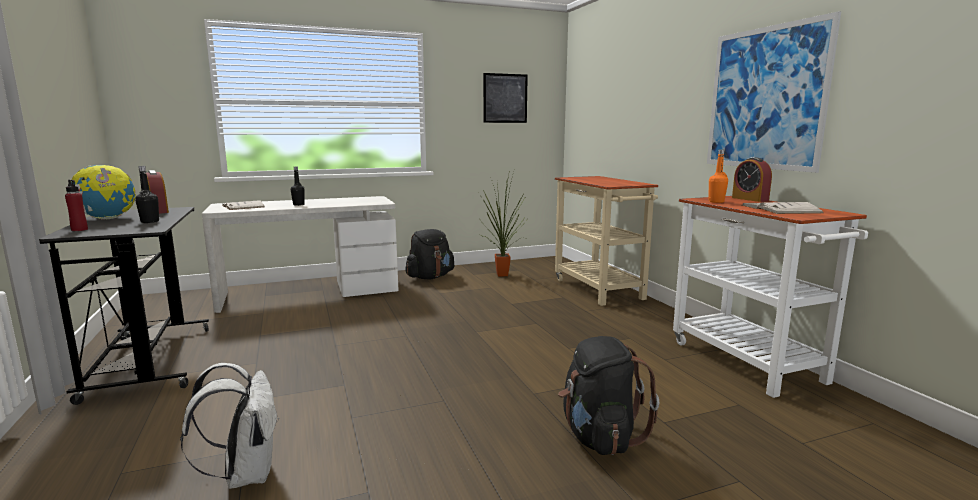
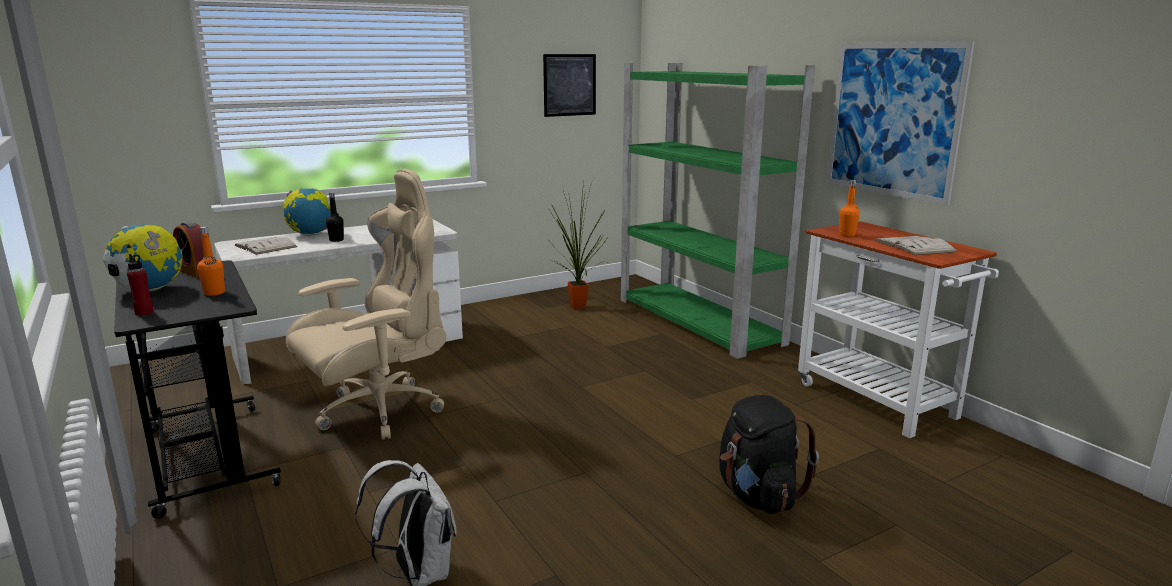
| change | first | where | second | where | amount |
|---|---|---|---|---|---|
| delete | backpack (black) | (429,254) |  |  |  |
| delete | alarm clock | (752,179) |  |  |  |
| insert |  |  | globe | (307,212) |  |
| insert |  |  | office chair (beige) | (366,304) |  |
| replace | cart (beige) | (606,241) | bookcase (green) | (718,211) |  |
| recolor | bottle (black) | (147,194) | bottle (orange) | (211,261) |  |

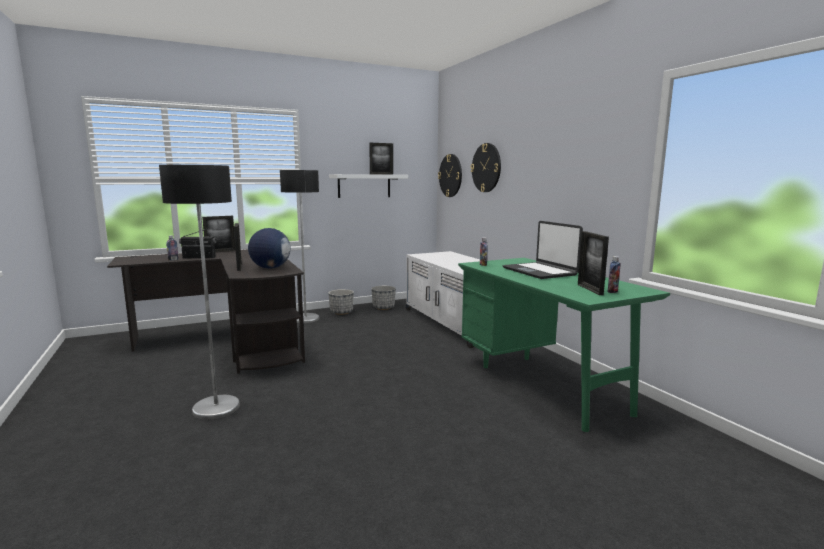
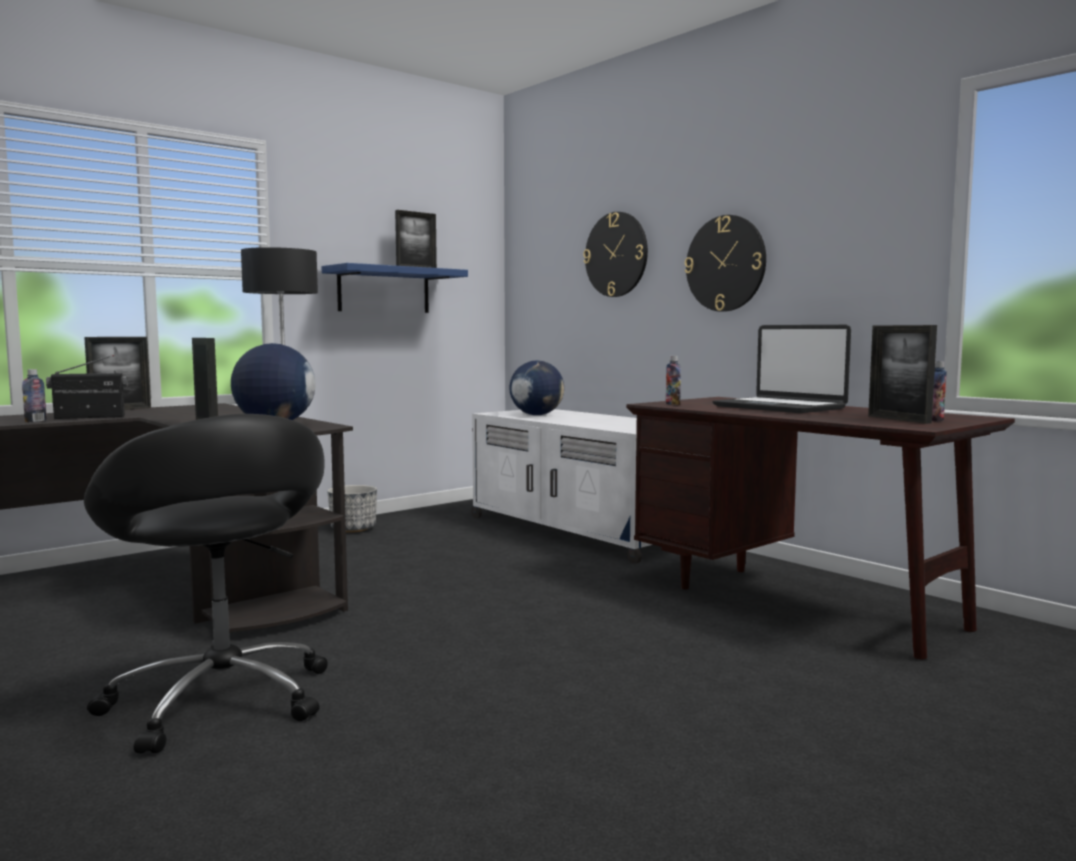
| change | first | where | second | where | amount |
|---|---|---|---|---|---|
| delete | planter | (383,298) |  |  |  |
| insert |  |  | globe | (536,387) |  |
| move | wall clock | (450,175) |  | (725,263) |  |
| replace | floor lamp | (199,292) | office chair (black) | (206,583) |  |
| recolor | shelf (white) | (368,186) | shelf (blue) | (395,288) |  |
| recolor | desk (green) | (564,345) | desk (brown) | (820,528) |  |

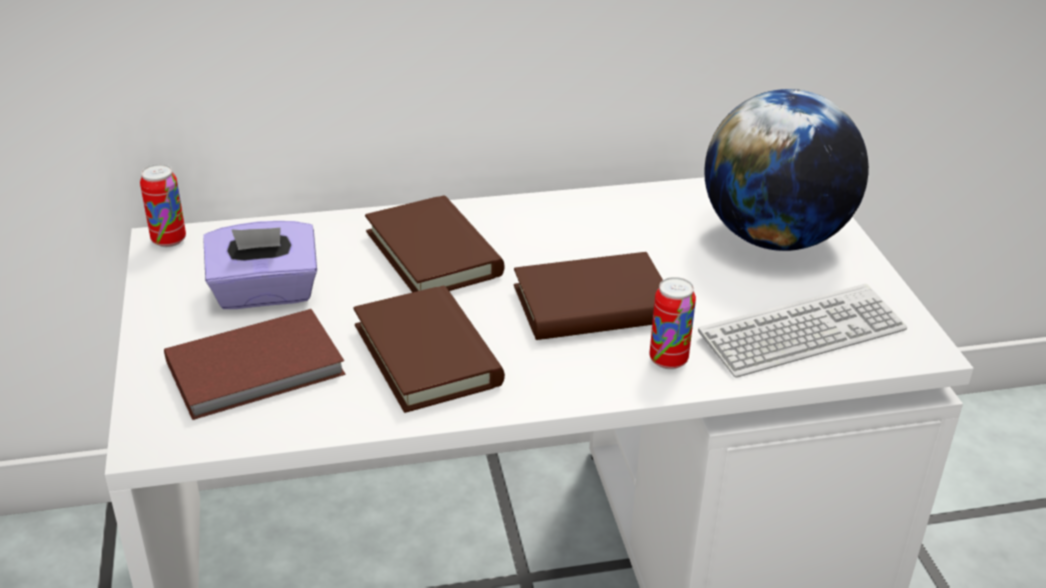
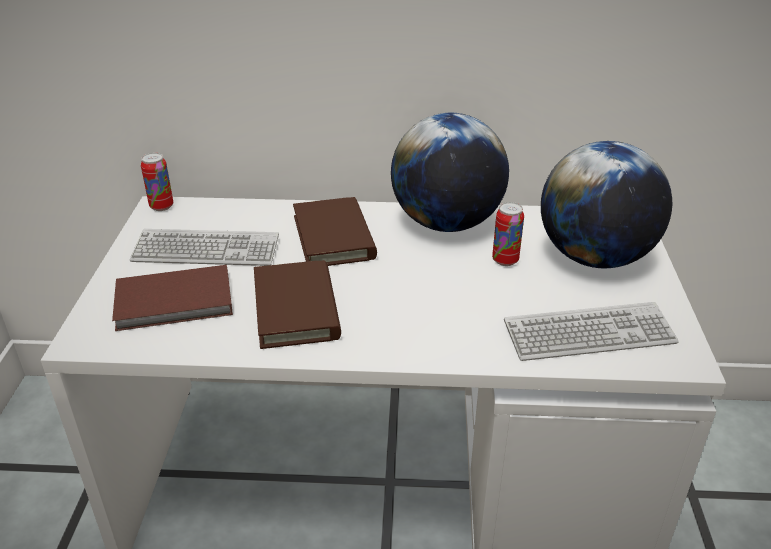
| change | first | where | second | where | amount |
|---|---|---|---|---|---|
| delete | book (brown) | (588,296) |  |  |  |
| insert |  |  | globe | (450,172) |  |
| move | can | (672,323) |  | (508,234) |  |
| replace | tissue box (purple) | (260,265) | keyboard | (204,247) |  |

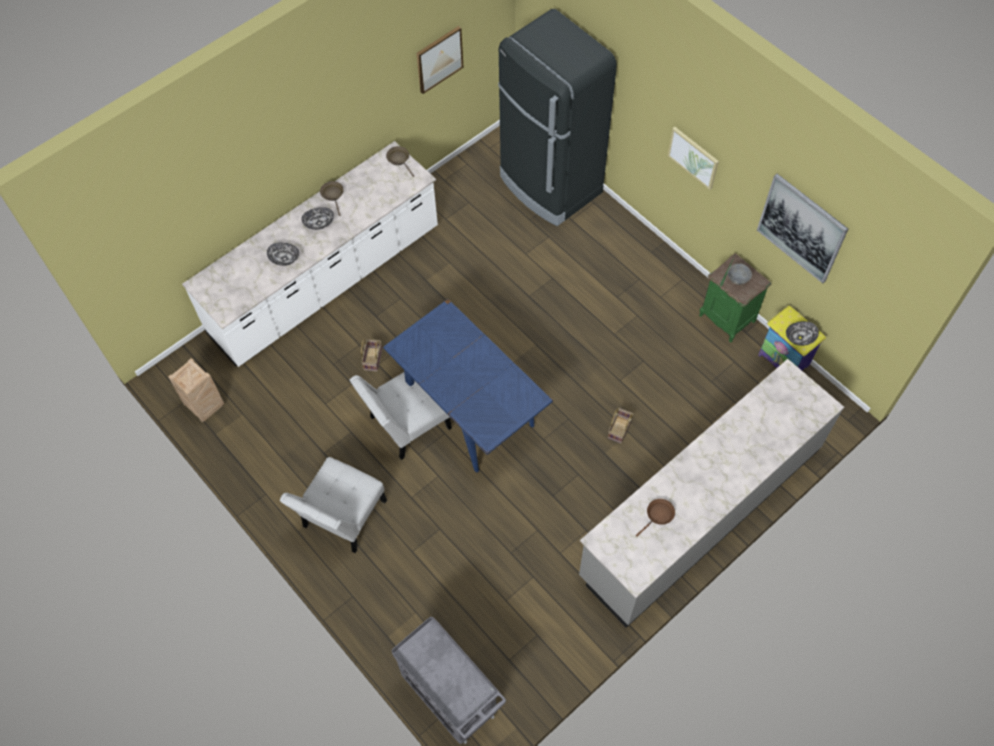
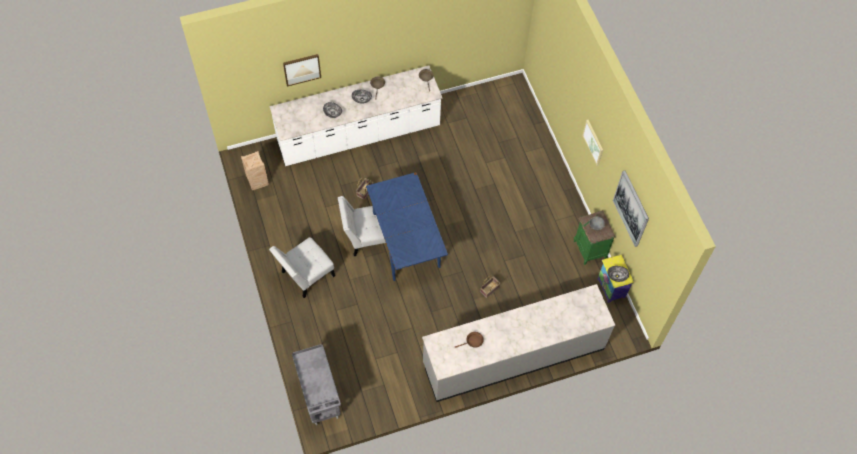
| change | first | where | second | where | amount |
|---|---|---|---|---|---|
| delete | fridge (black) | (557,117) |  |  |  |
| move | picture | (439,60) |  | (302,70) |  |

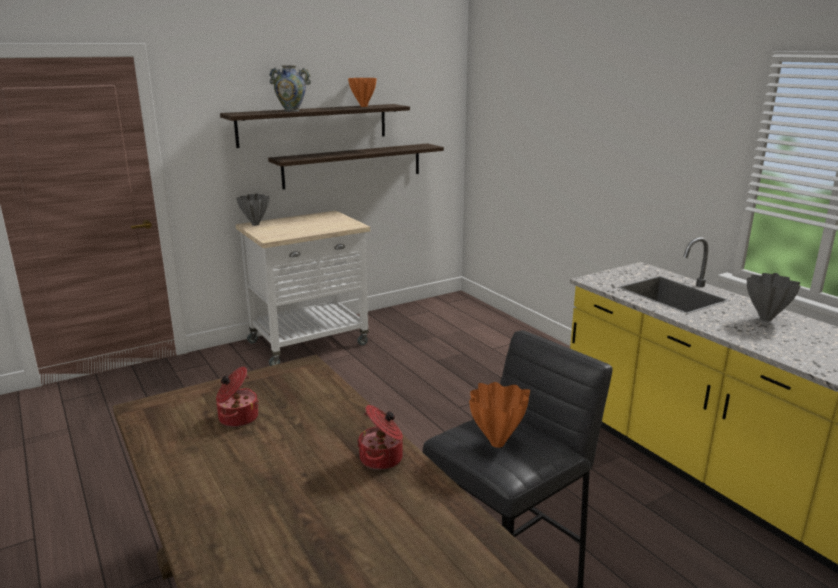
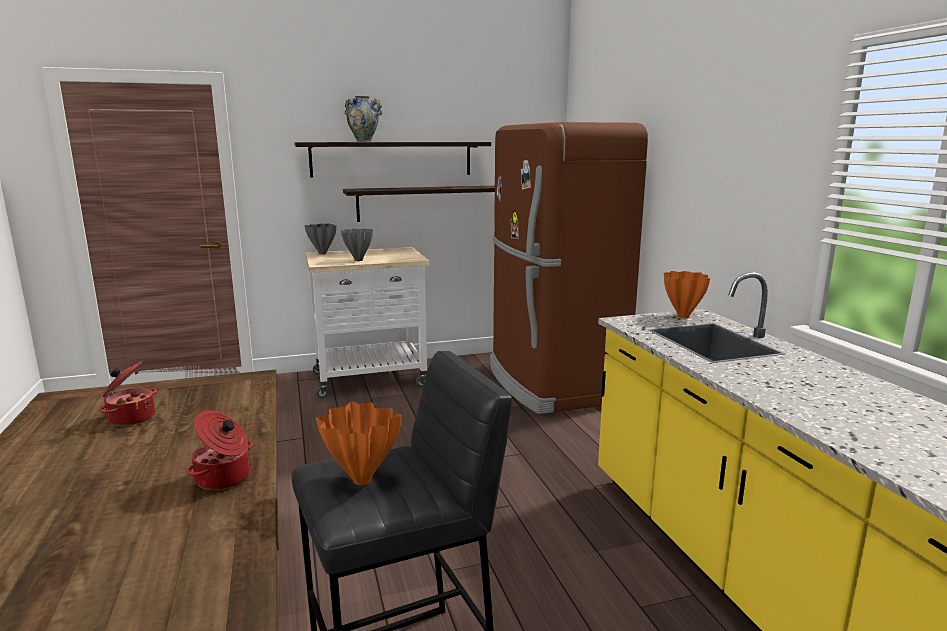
| change | first | where | second | where | amount |
|---|---|---|---|---|---|
| insert |  |  | fridge (brown) | (569,268) |  |
| move | vase (orange) | (362,92) |  | (687,294) |  |
| move | vase (grey) | (773,297) |  | (357,245) |  |

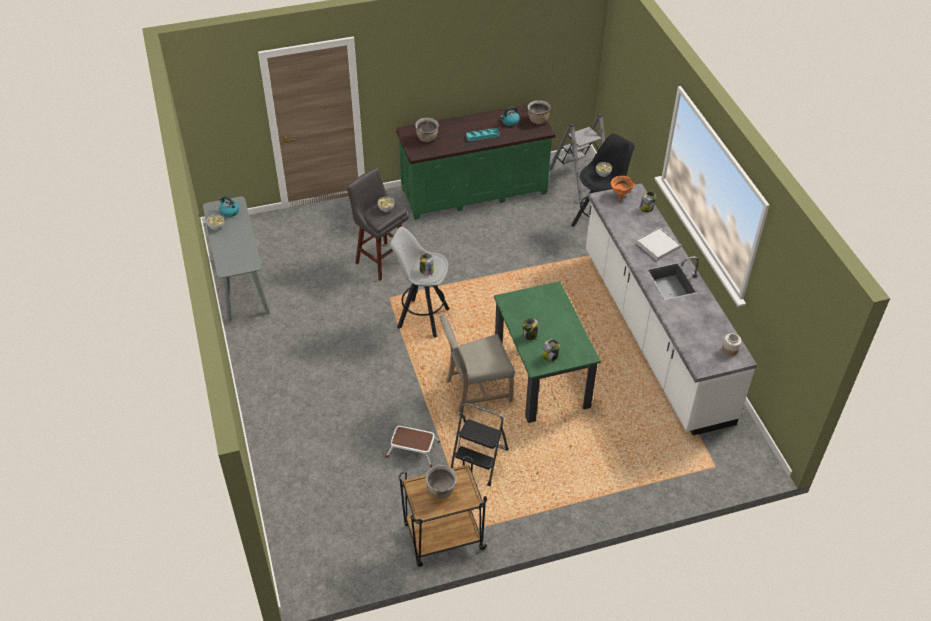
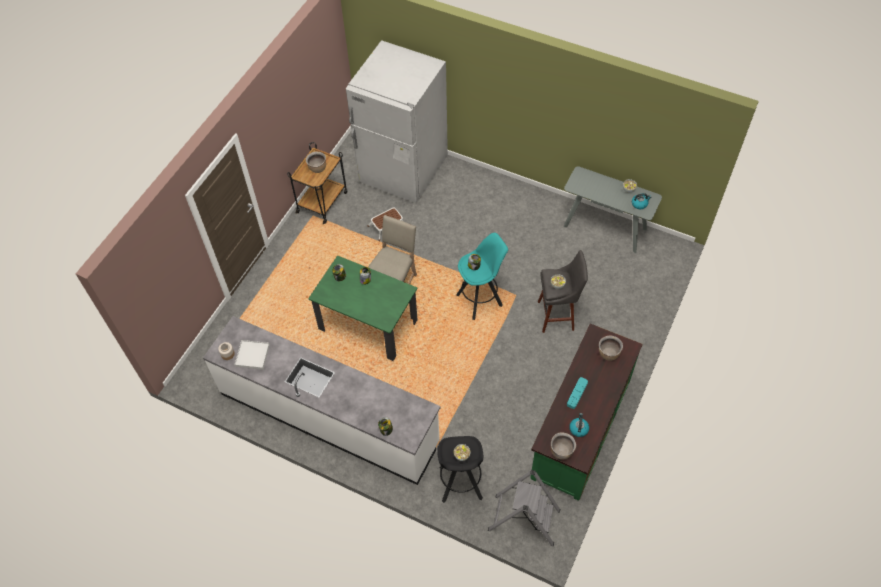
| change | first | where | second | where | amount |
|---|---|---|---|---|---|
| delete | step ladder (black) | (479,444) |  |  |  |
| delete | cooking pot (orange) | (623,189) |  |  |  |
| insert |  |  | fridge (white) | (397,121) |  |
| move | tray (white) | (658,244) |  | (252,355) |  |
| recolor | stool (grey) | (419,282) | stool (turquoise) | (482,276) |  |

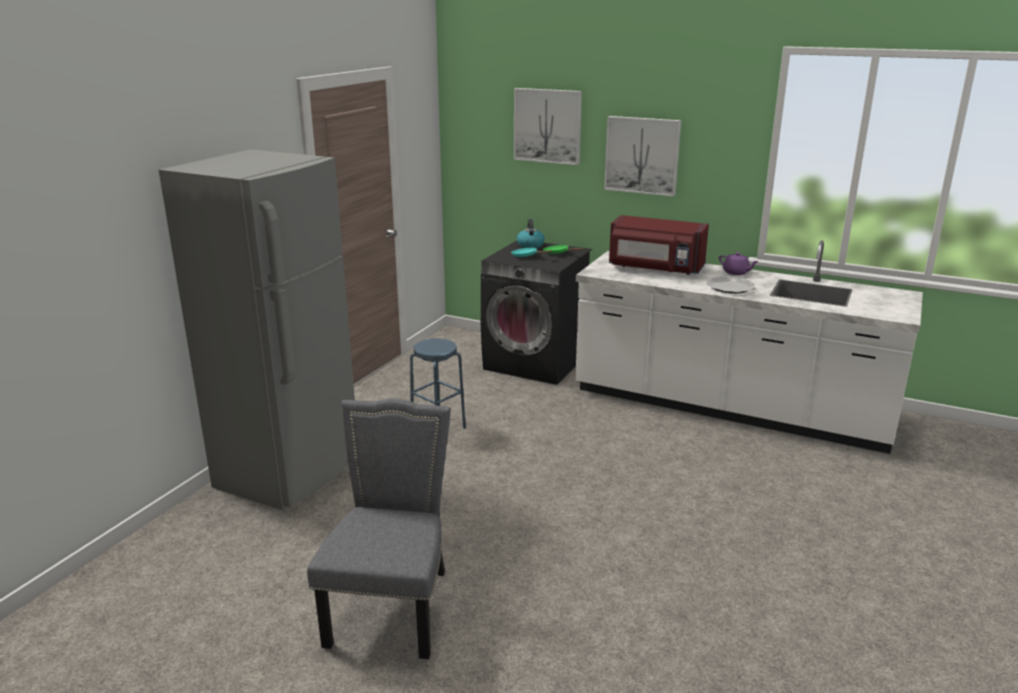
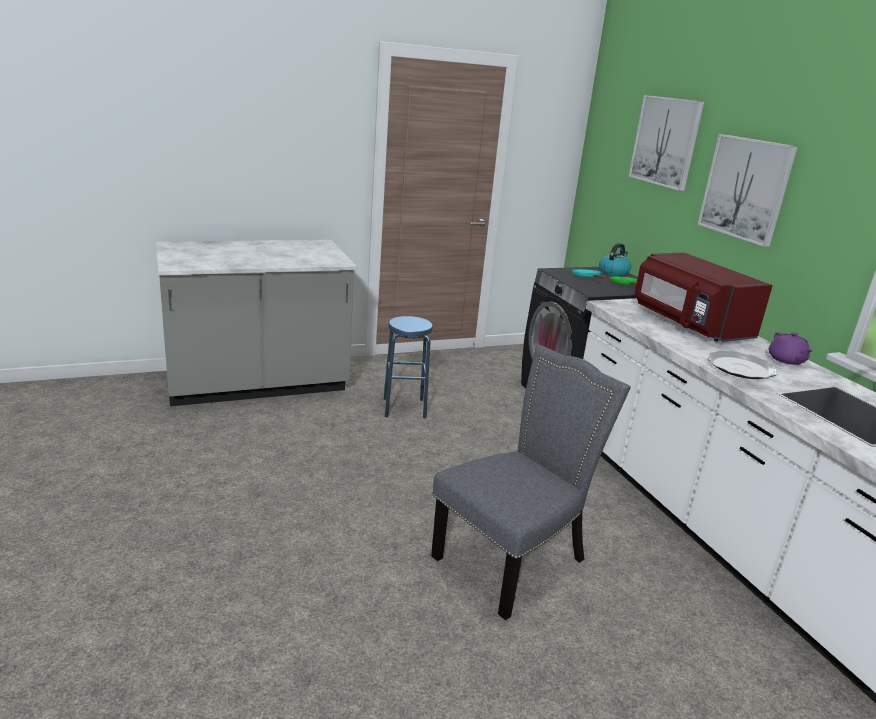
| change | first | where | second | where | amount |
|---|---|---|---|---|---|
| move | chair (grey) | (379,528) |  | (531,482) |  |
| replace | fridge (grey) | (257,329) | counter (grey) | (256,323) |  |

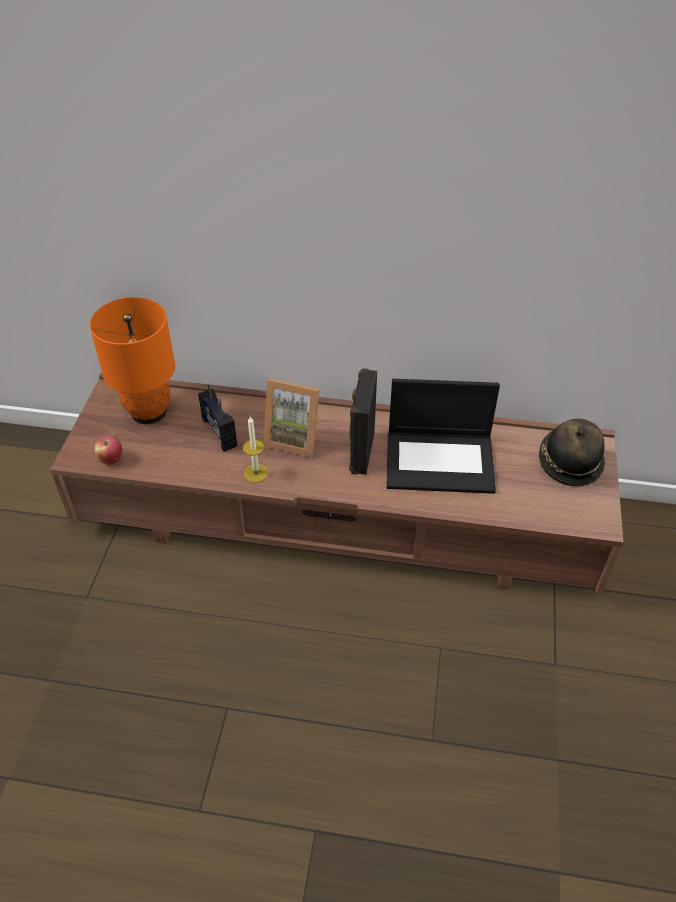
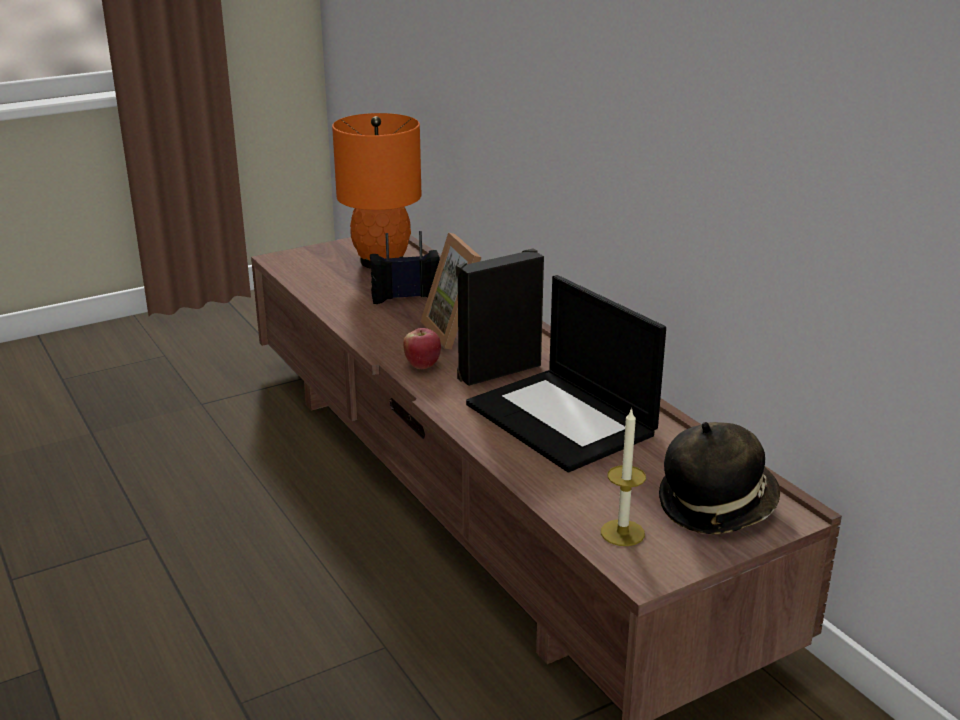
| change | first | where | second | where | amount |
|---|---|---|---|---|---|
| move | apple | (108,450) |  | (422,348) |  |
| move | candle | (256,449) |  | (623,476) |  |
| rotate | radio | (218,418) |  | (405,267) | 60 degrees clockwise |

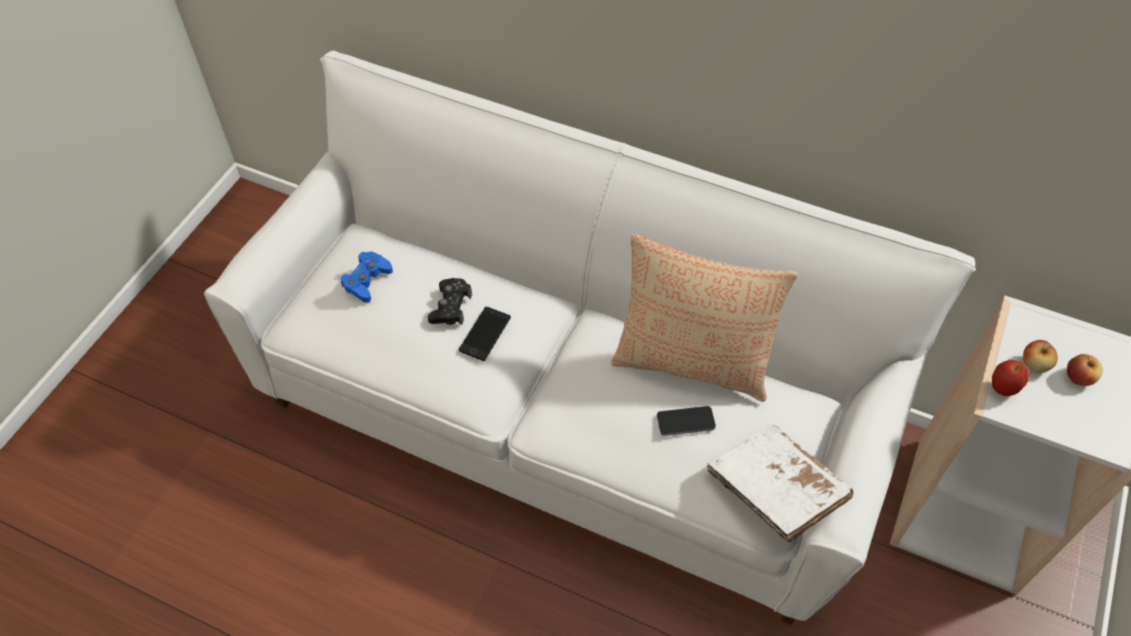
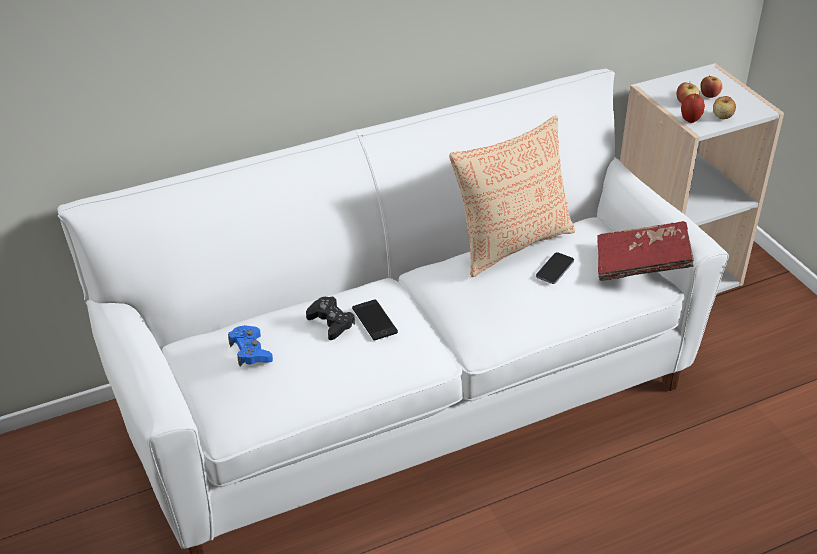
| change | first | where | second | where | amount |
|---|---|---|---|---|---|
| insert |  |  | apple | (724,107) |  |
| recolor | book (white) | (780,484) | book (red) | (645,251) |  |

